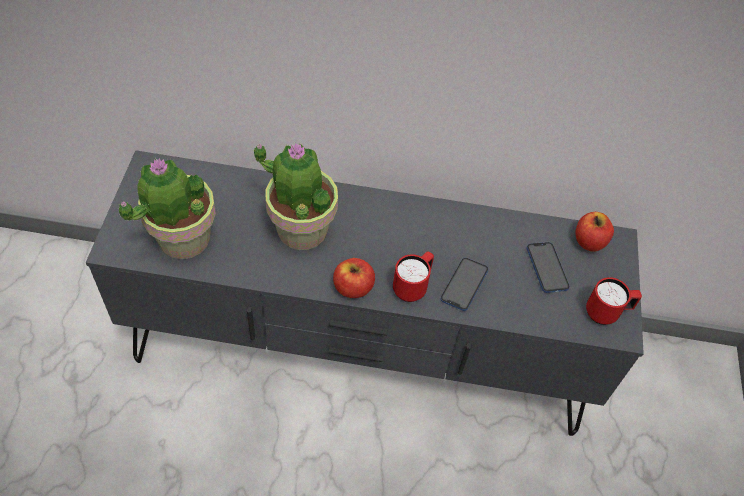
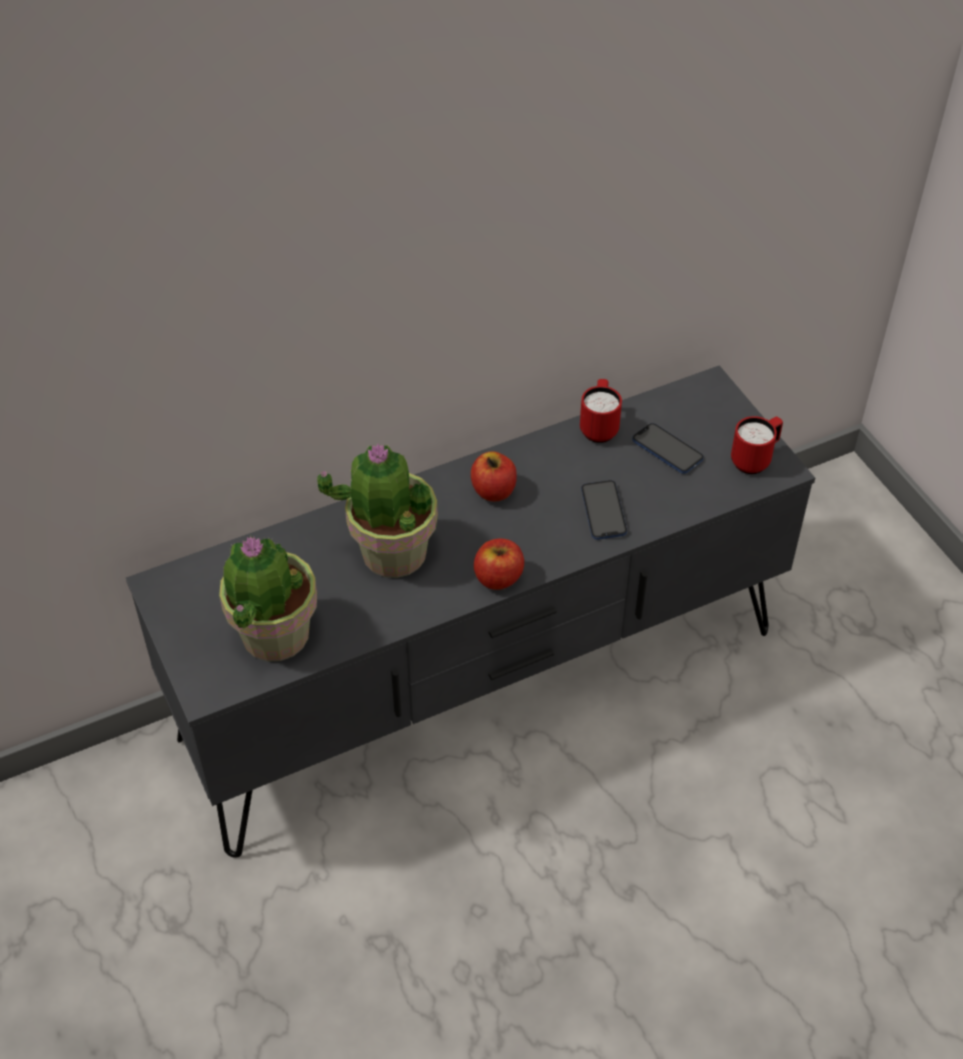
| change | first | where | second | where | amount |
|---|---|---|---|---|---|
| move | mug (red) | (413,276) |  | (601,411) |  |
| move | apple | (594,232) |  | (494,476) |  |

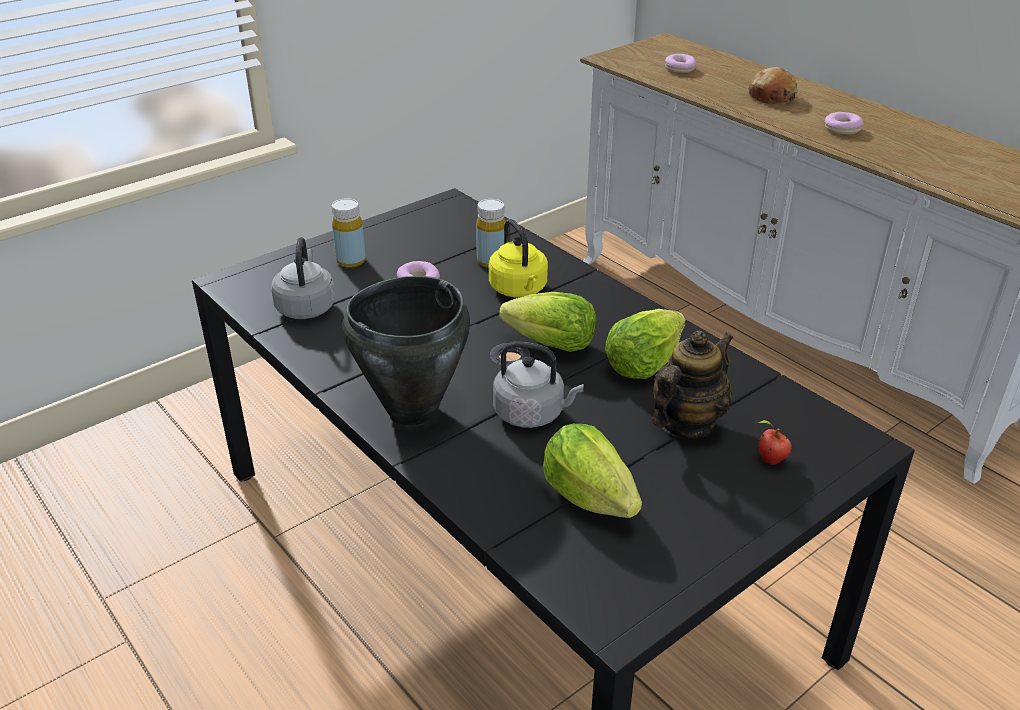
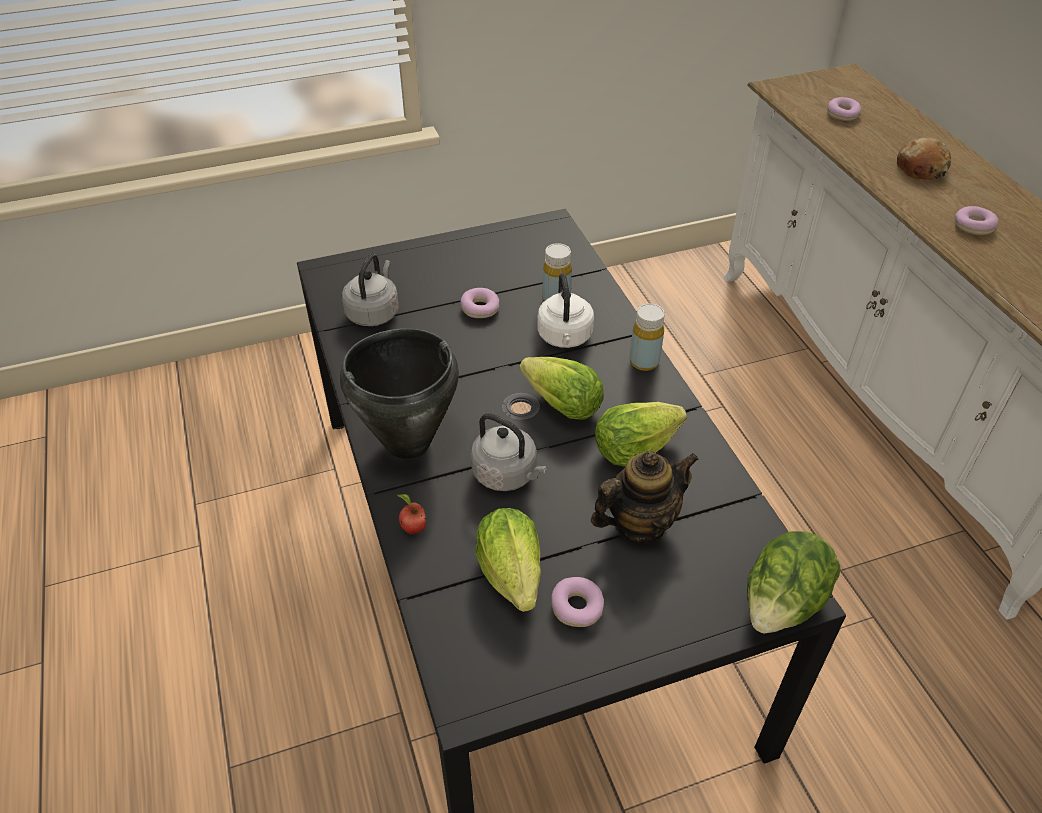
| change | first | where | second | where | amount |
|---|---|---|---|---|---|
| insert |  |  | donut | (577,602) |  |
| insert |  |  | lettuce | (793,582) |  |
| move | bottle (yellow) | (349,233) |  | (647,337) |  |
| move | apple | (774,442) |  | (411,514) |  |
| recolor | kettle (yellow) | (518,258) | kettle (white) | (565,310) |  |

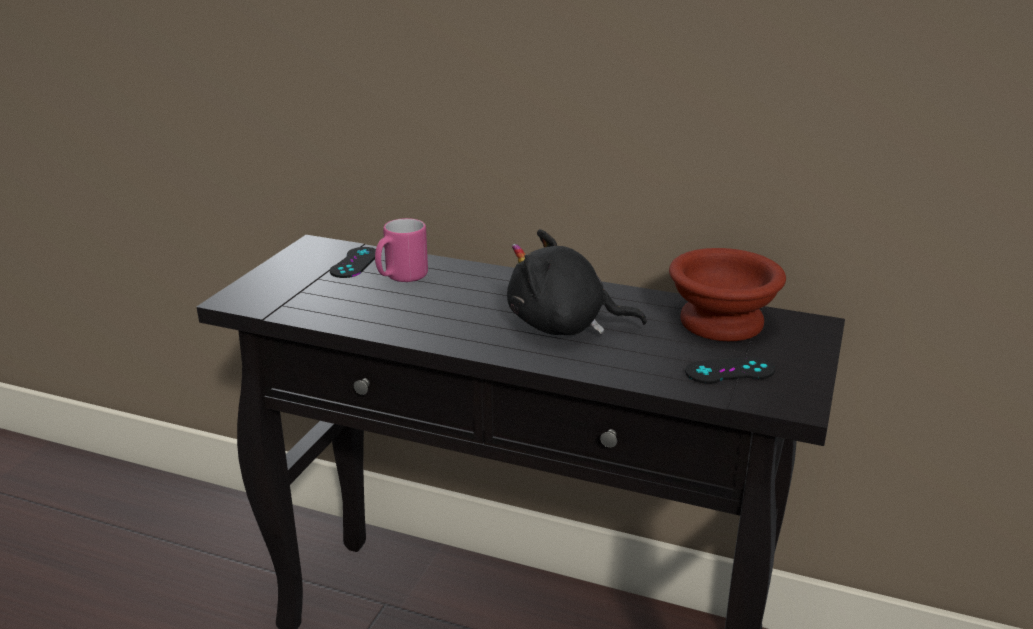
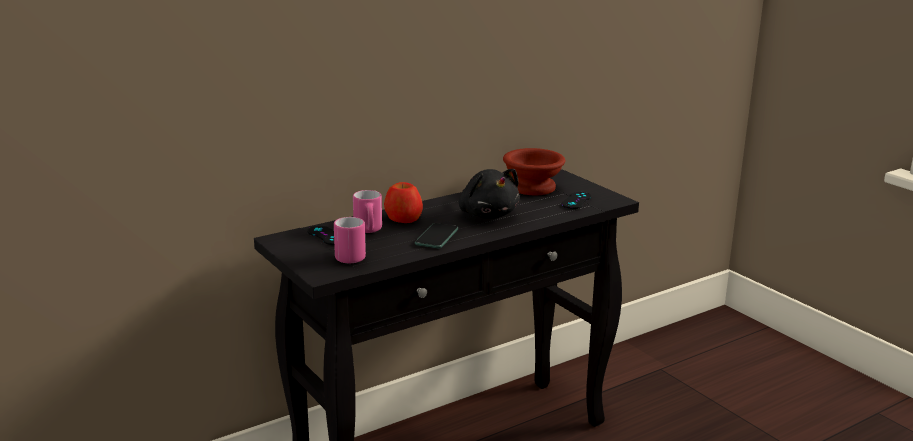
| change | first | where | second | where | amount |
|---|---|---|---|---|---|
| insert |  |  | mug (pink) | (350,240) |  |
| insert |  |  | apple | (403,202) |  |
| insert |  |  | phone | (436,235) |  |
| rotate | plush toy (black) | (577,282) |  | (489,194) | 75 degrees counterclockwise |

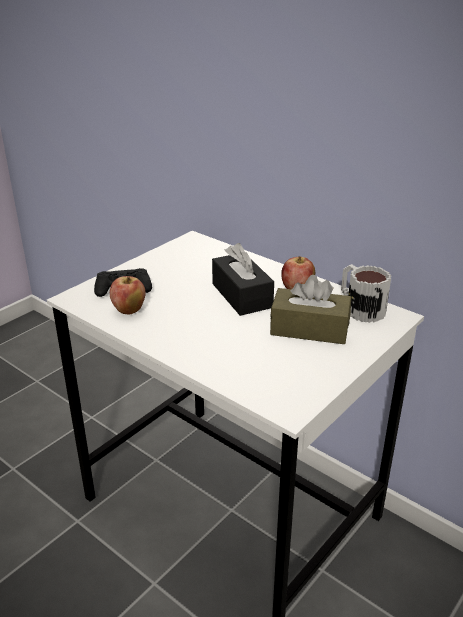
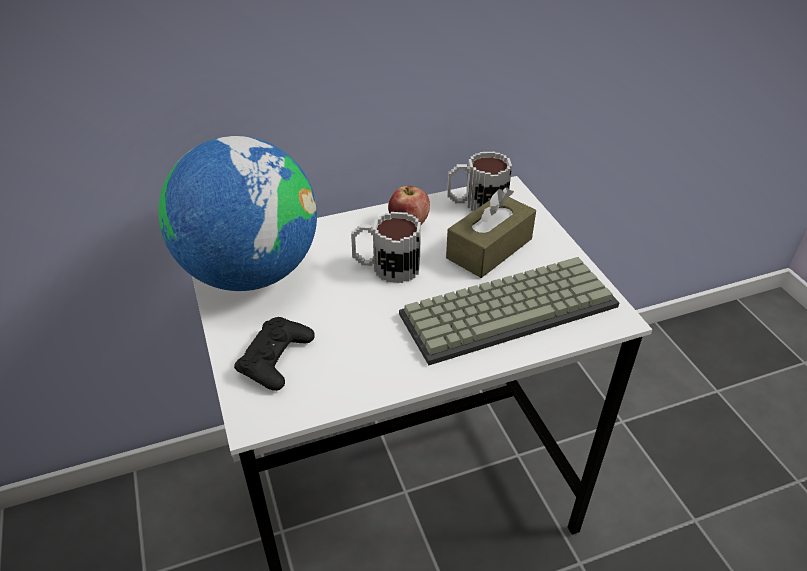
| change | first | where | second | where | amount |
|---|---|---|---|---|---|
| delete | apple | (128,295) |  |  |  |
| insert |  |  | globe | (238,213) |  |
| insert |  |  | keyboard | (509,311) |  |
| replace | tissue box (black) | (243,279) | mug | (386,247) |  |

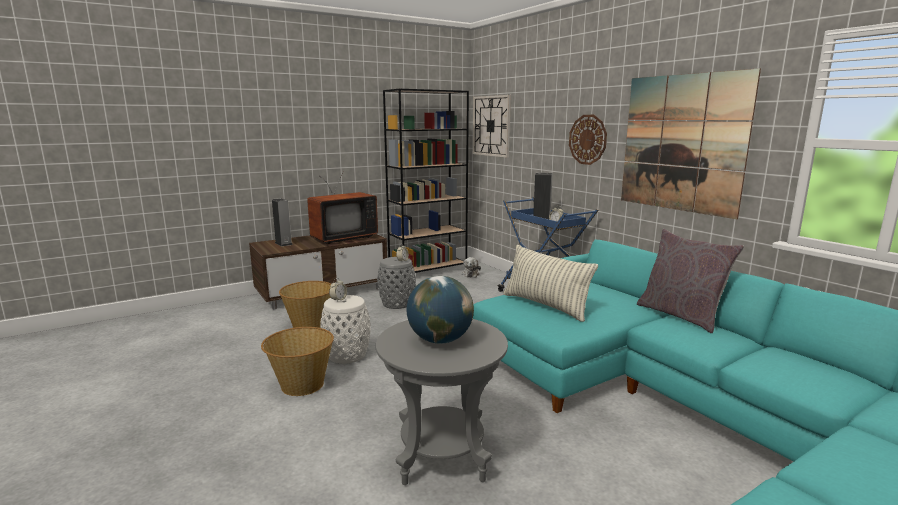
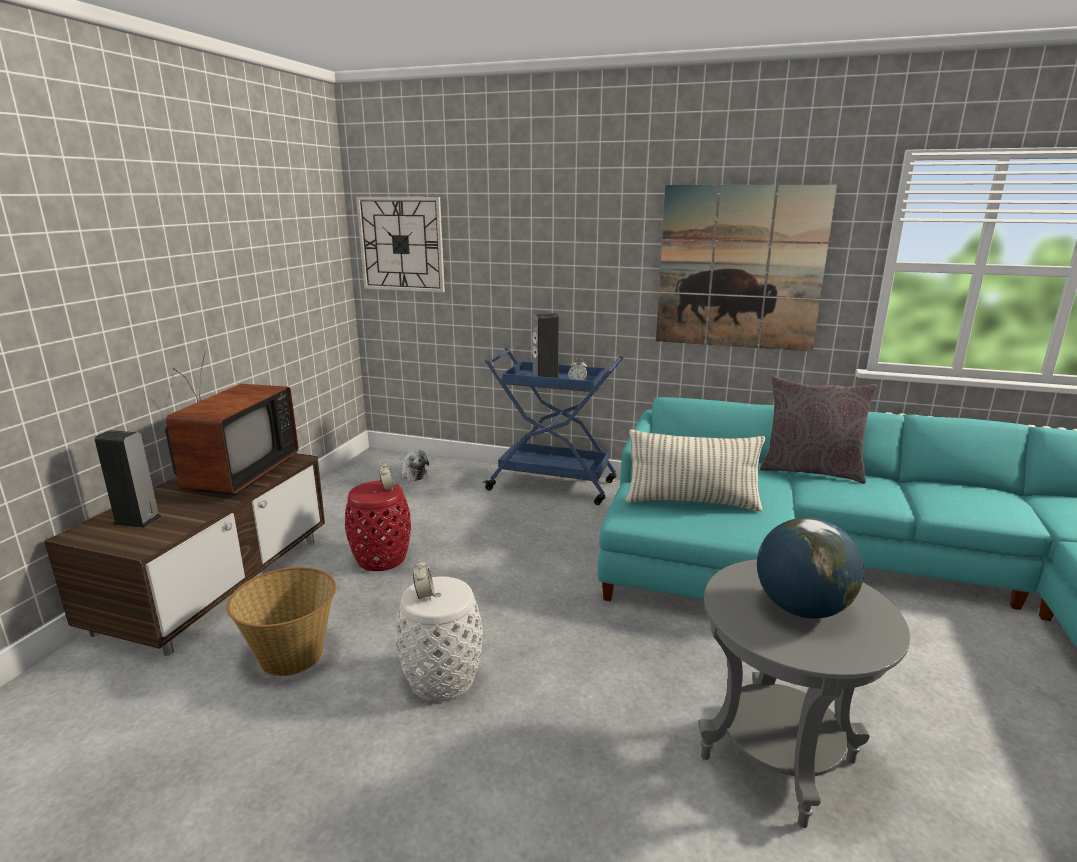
| change | first | where | second | where | amount |
|---|---|---|---|---|---|
| delete | basket | (297,361) |  |  |  |
| delete | bookcase (beige) | (426,181) |  |  |  |
| delete | wall clock | (588,140) |  |  |  |
| recolor | stool (grey) | (396,283) | stool (red) | (378,526) |  |

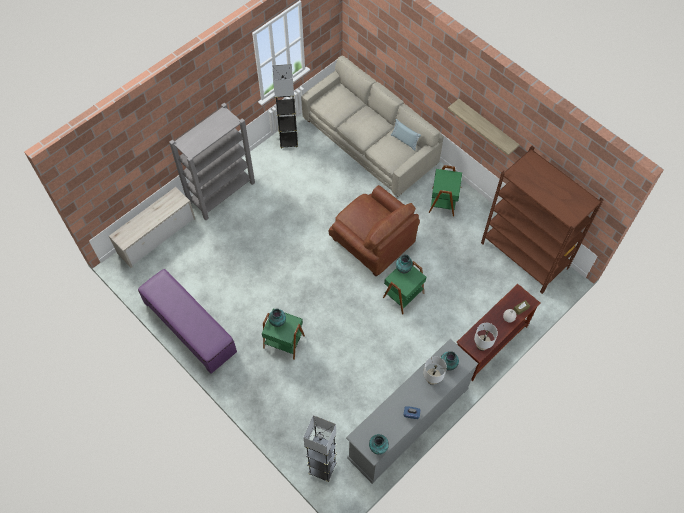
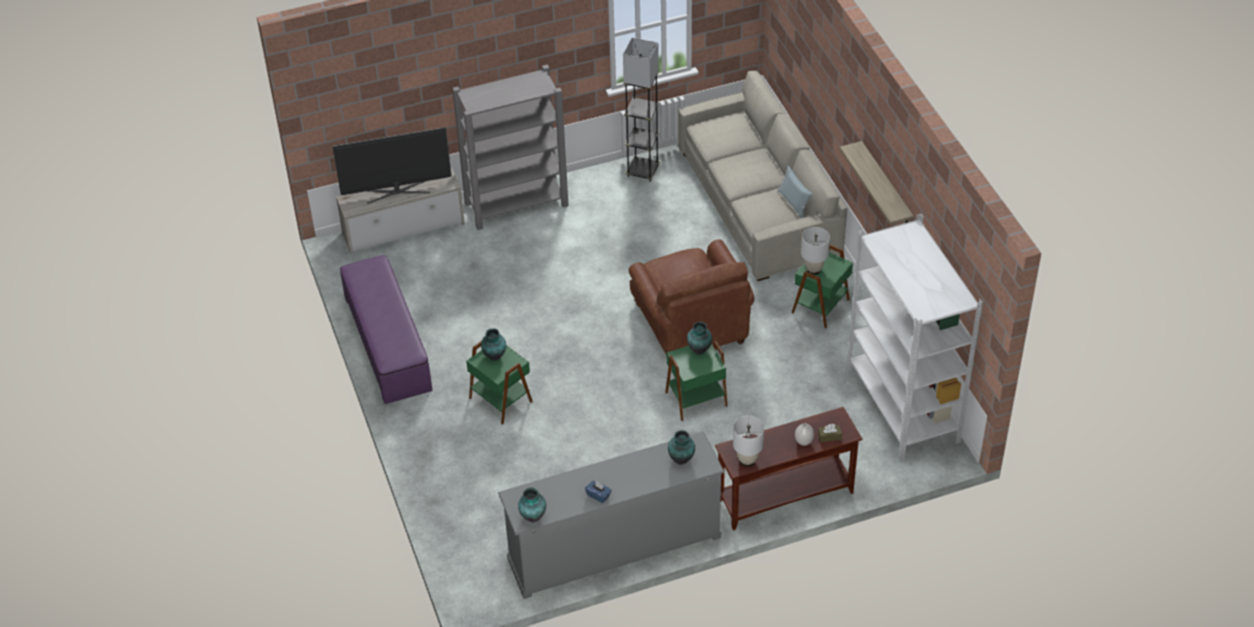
| change | first | where | second | where | amount |
|---|---|---|---|---|---|
| delete | floor lamp (grey) | (320,448) |  |  |  |
| insert |  |  | television | (392,165) |  |
| move | table lamp (white) | (435,370) |  | (815,251) |  |
| recolor | bookcase (brown) | (542,220) | bookcase (white) | (914,337) |  |

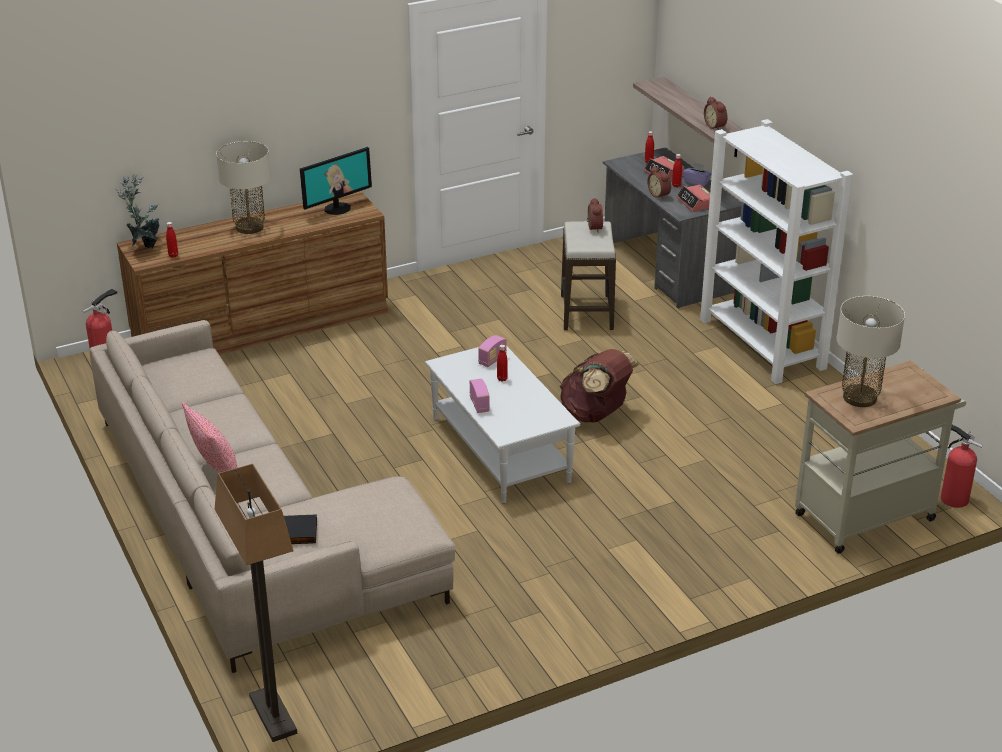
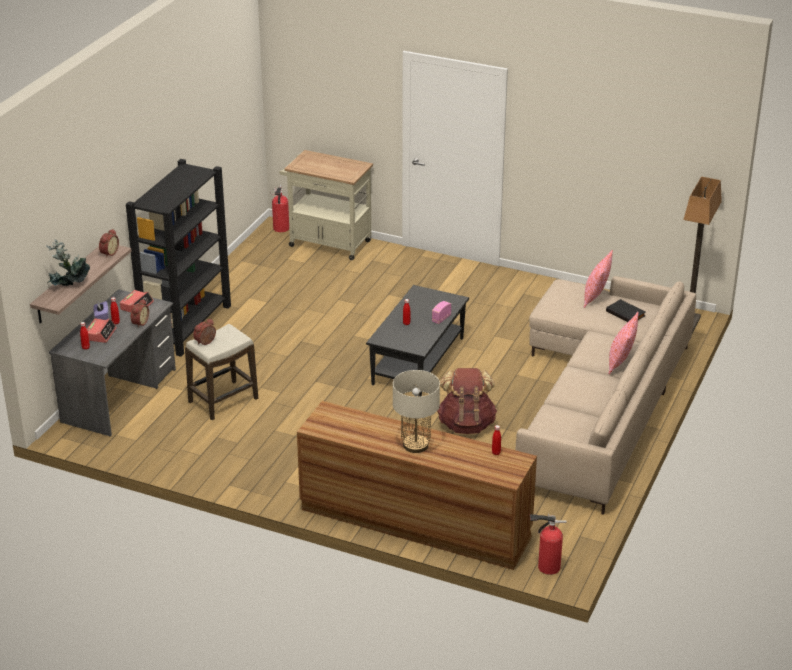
| change | first | where | second | where | amount |
|---|---|---|---|---|---|
| delete | monitor | (336,181) |  |  |  |
| delete | radio | (492,351) |  |  |  |
| delete | table lamp | (870,351) |  |  |  |
| insert |  |  | pillow (pink) | (598,279) |  |
| move | potted plant | (137,211) |  | (68,262) |  |
| move | backpack (brown) | (599,385) |  | (467,401) |  |
| recolor | coffee table (white) | (502,425) | coffee table (black) | (417,341) |  |
| recolor | bookcase (white) | (776,251) | bookcase (black) | (178,258) |  |

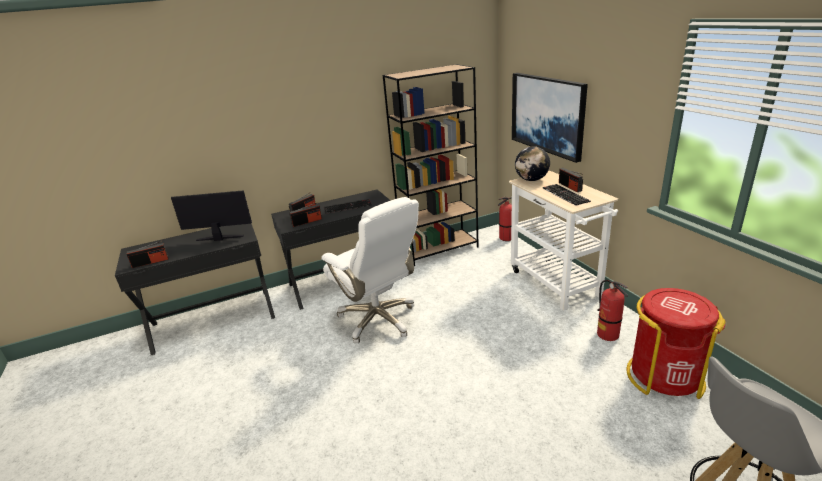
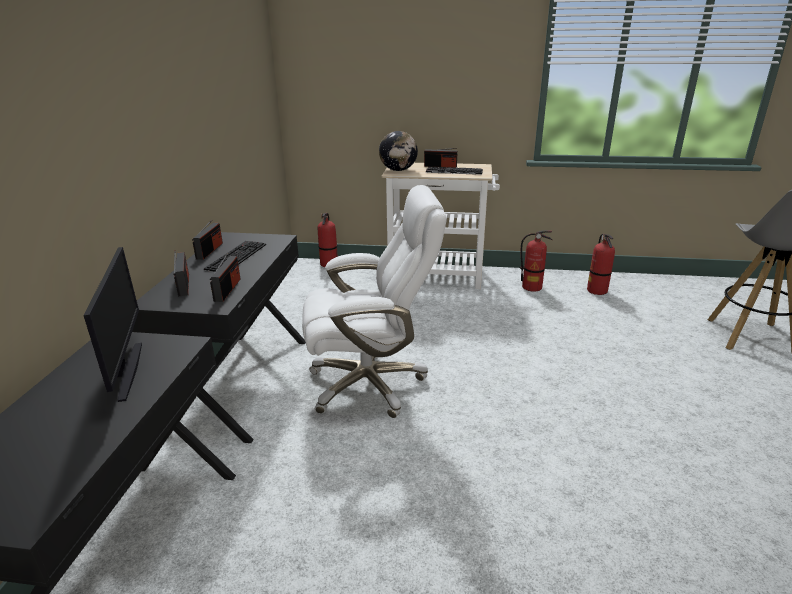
| change | first | where | second | where | amount |
|---|---|---|---|---|---|
| delete | bookcase (beige) | (431,165) |  |  |  |
| delete | picture | (550,118) |  |  |  |
| move | radio | (147,254) |  | (207,240) |  |
| replace | trash can (red) | (676,343) | fire extinguisher | (601,264) |  |
| rotate | monitor | (211,215) |  | (112,324) | 135 degrees clockwise |

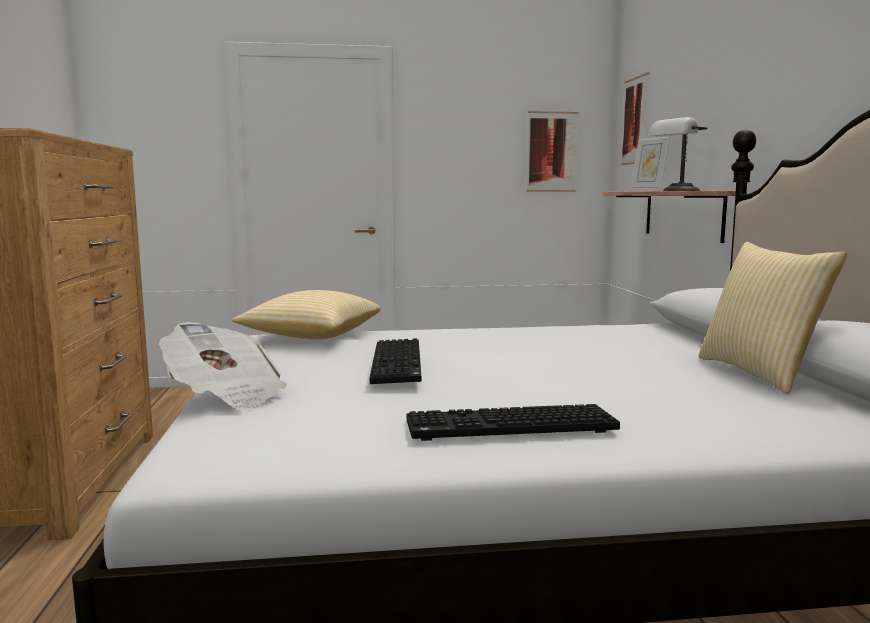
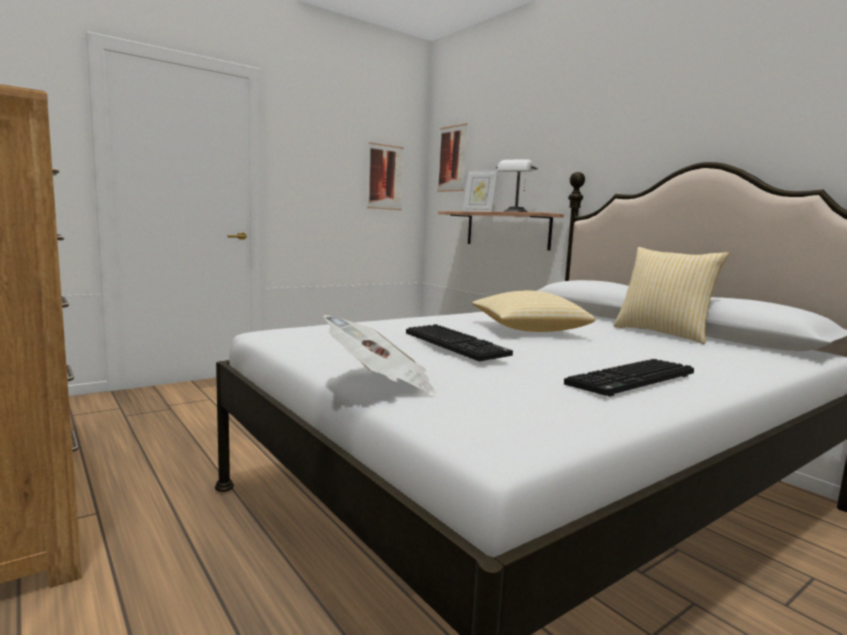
| change | first | where | second | where | amount |
|---|---|---|---|---|---|
| move | pillow | (306,314) |  | (533,311) |  |

